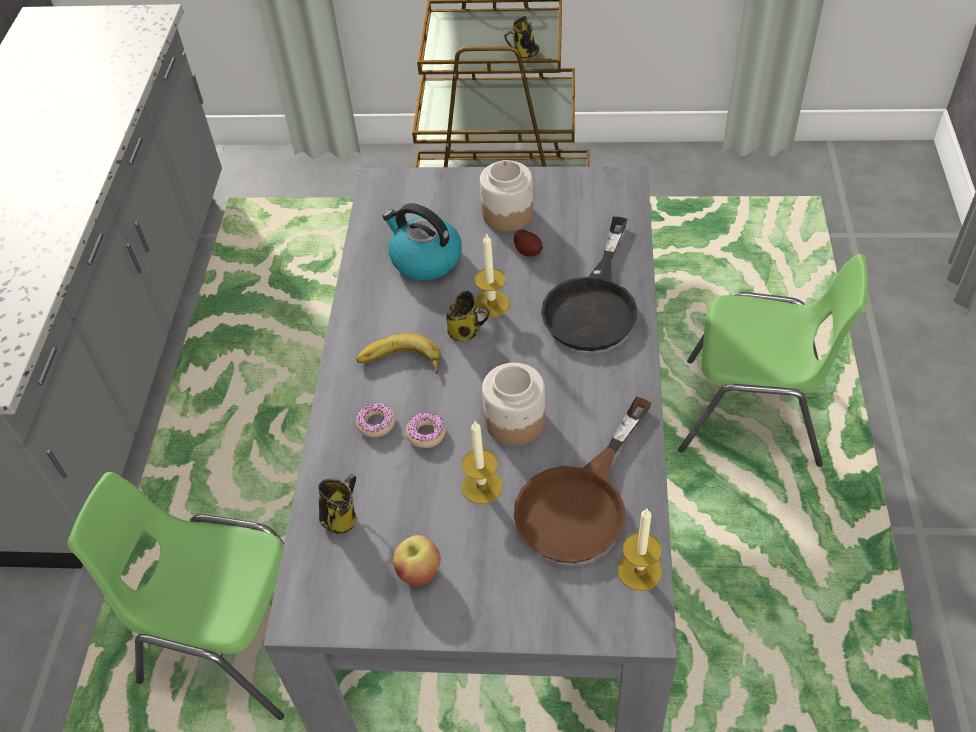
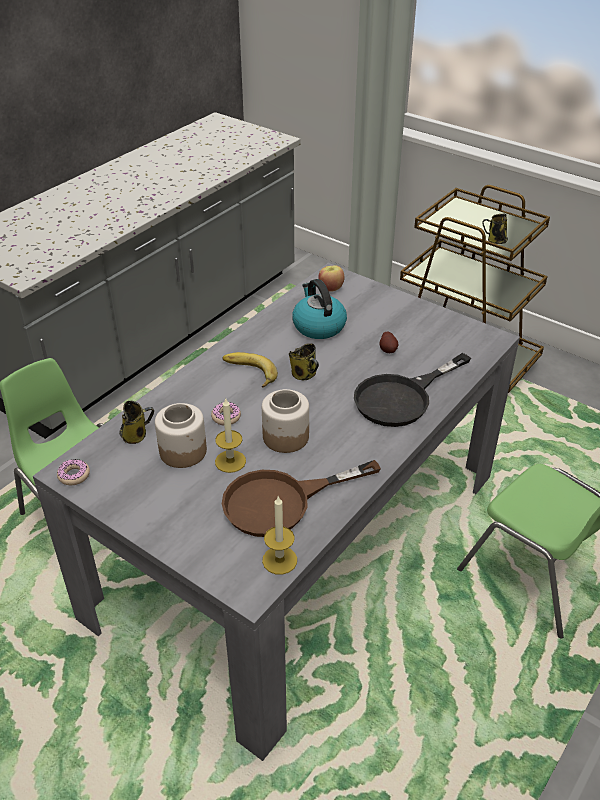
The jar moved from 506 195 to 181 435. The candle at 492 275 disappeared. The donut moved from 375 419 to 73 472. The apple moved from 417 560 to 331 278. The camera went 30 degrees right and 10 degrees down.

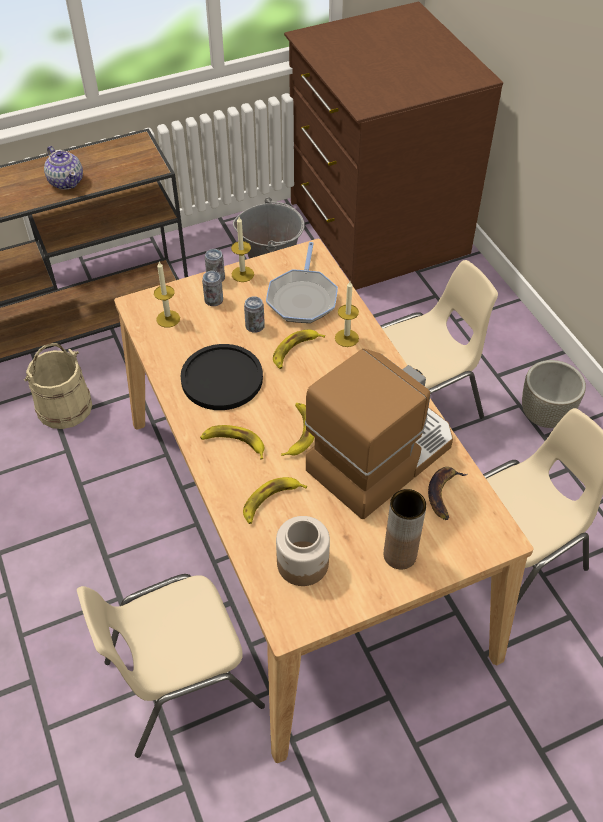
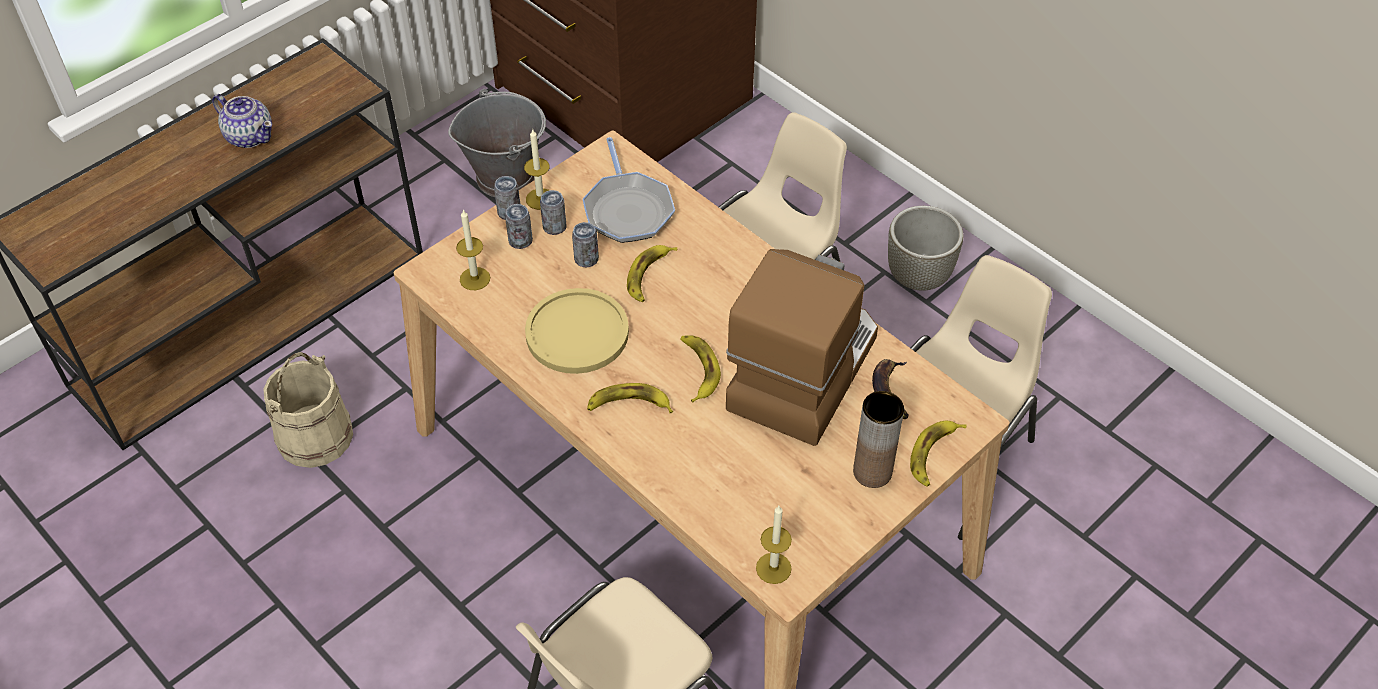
The candle moved from 347 314 to 774 545. The black plate at 221 377 became the yellow plate at 577 331. The banana moved from 275 500 to 938 454. The jar at 303 551 disappeared. The can at 553 212 appeared. The camera went 20 degrees left and 0 degrees up.

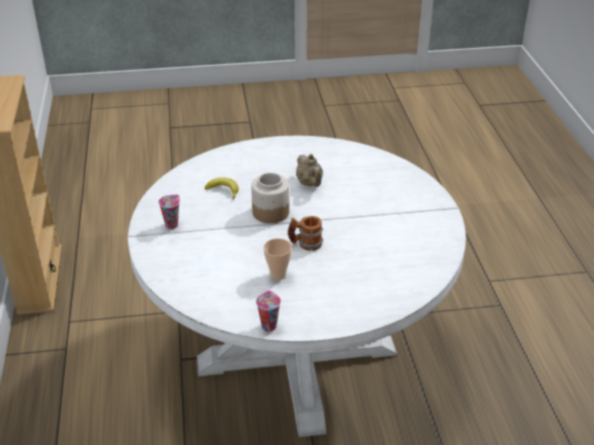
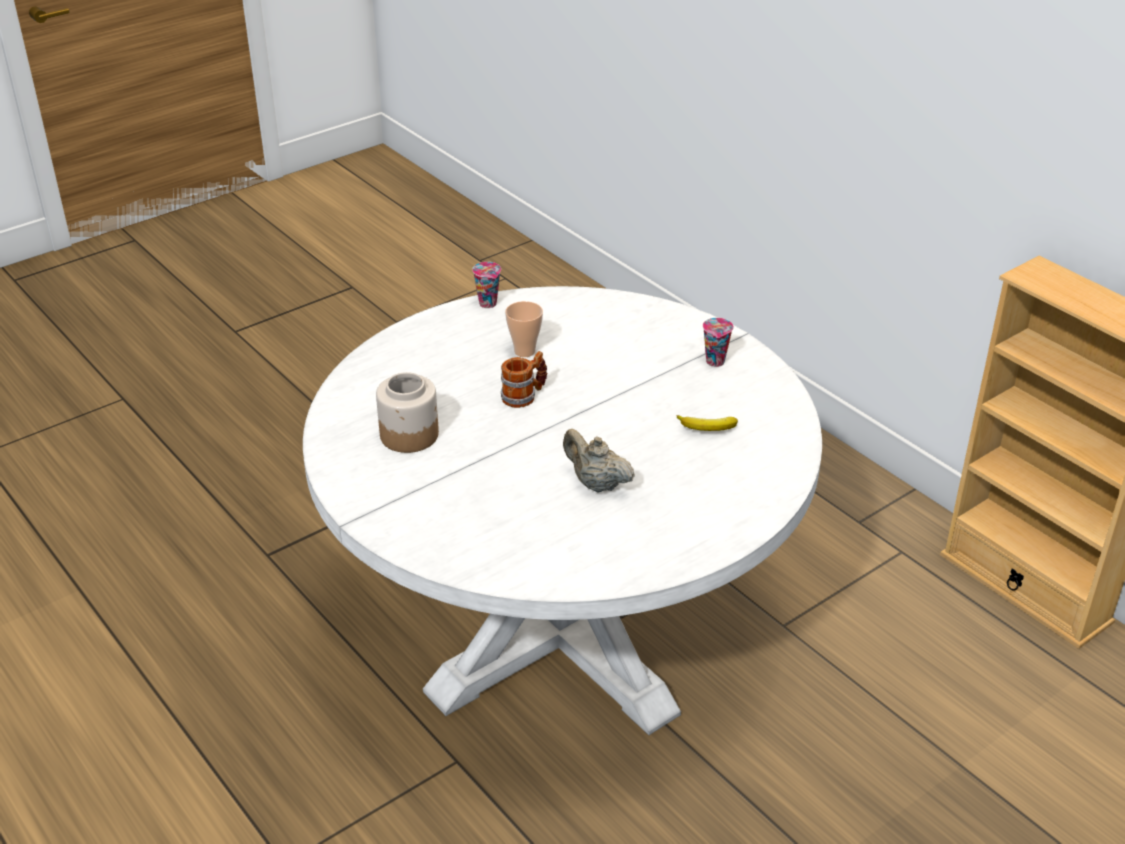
The jar moved from 270 198 to 407 412. The camera went 150 degrees right and 0 degrees up.

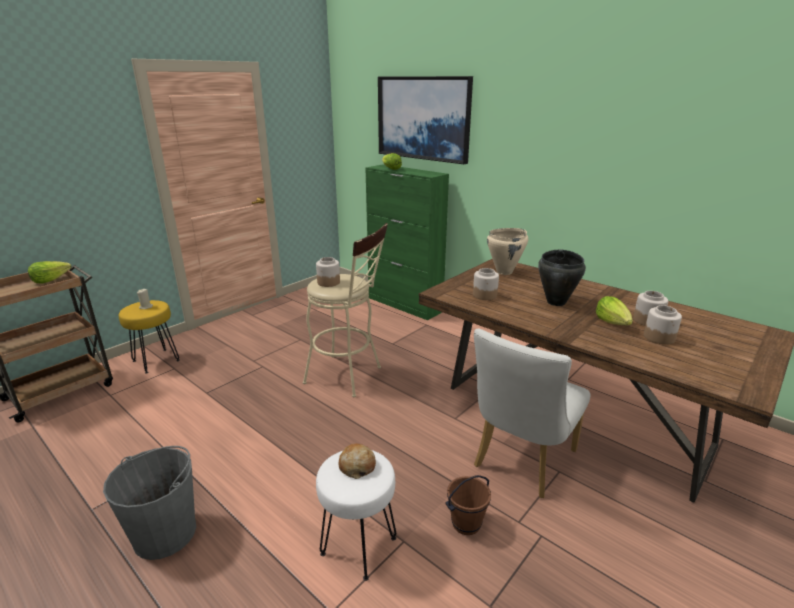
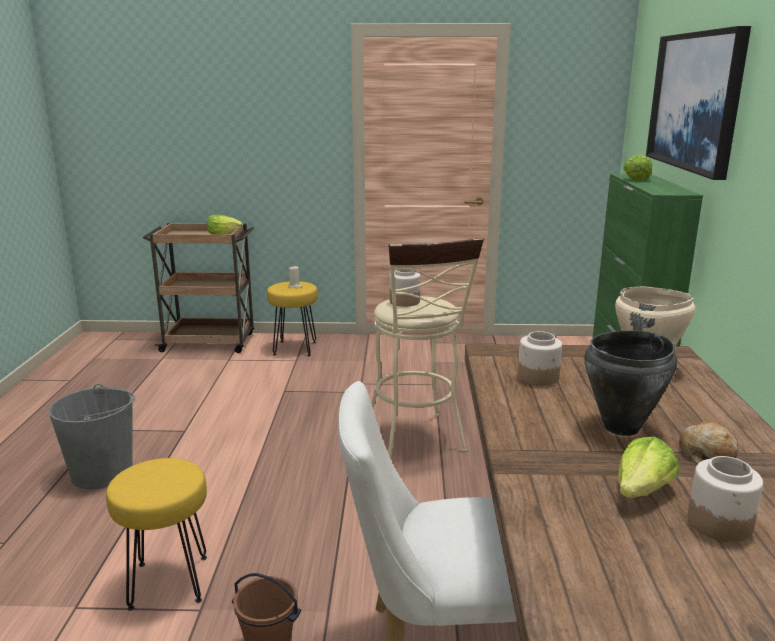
The jar at 663 325 disappeared. The bread moved from 357 461 to 708 442. The white stool at 356 515 became the yellow stool at 156 534. The camera went 50 degrees right and 5 degrees down.

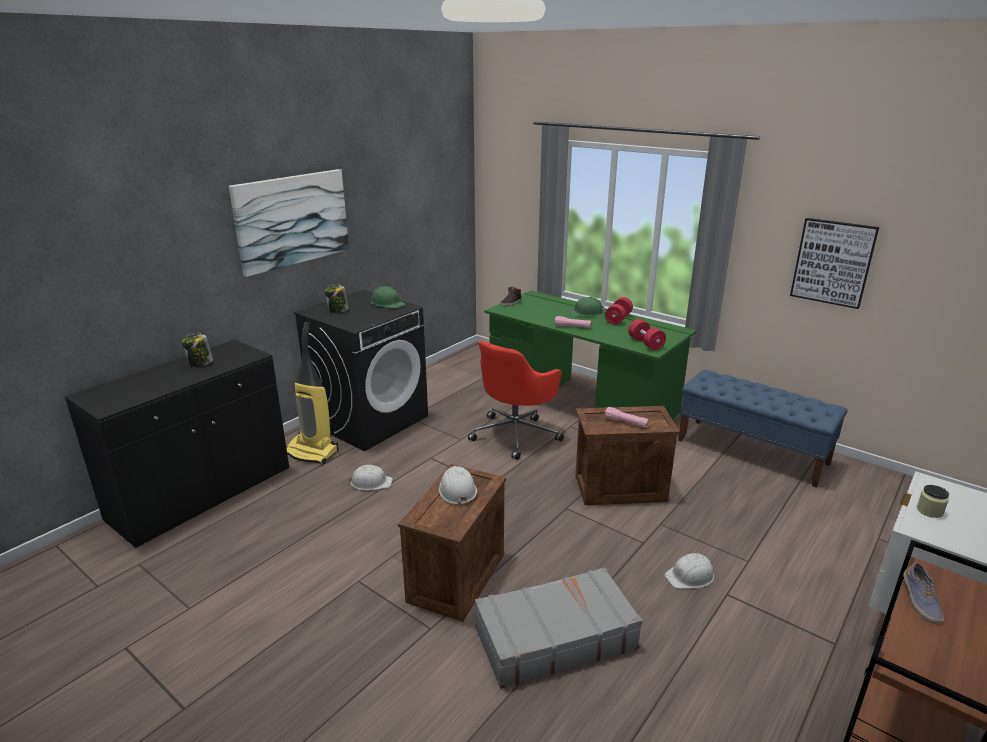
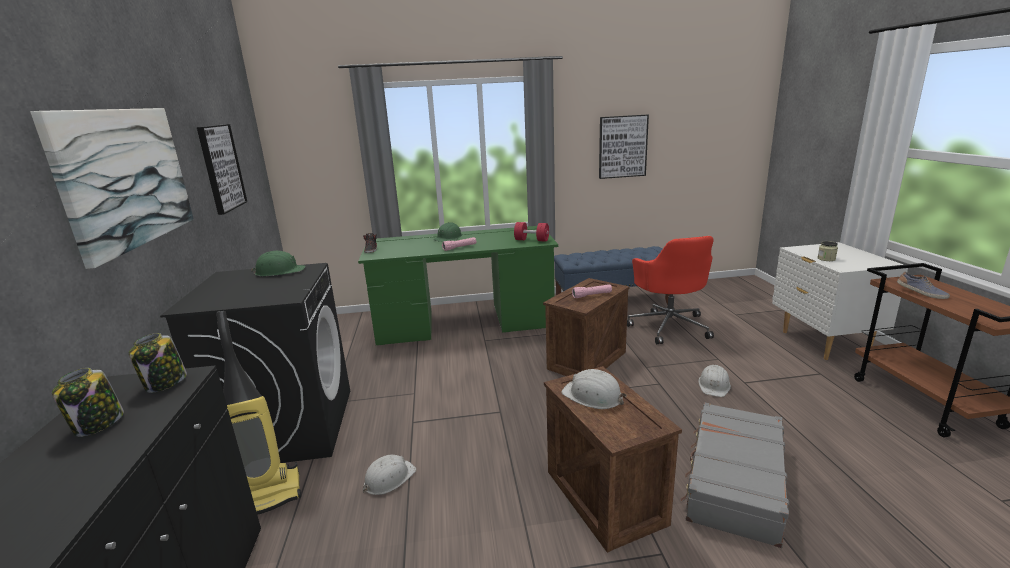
The jar moved from 336 298 to 158 363. The red dumbbell at 619 311 disappeared. The red office chair moved from 516 400 to 670 290. The picture at 222 169 appeared. The camera went 45 degrees left and 5 degrees down.

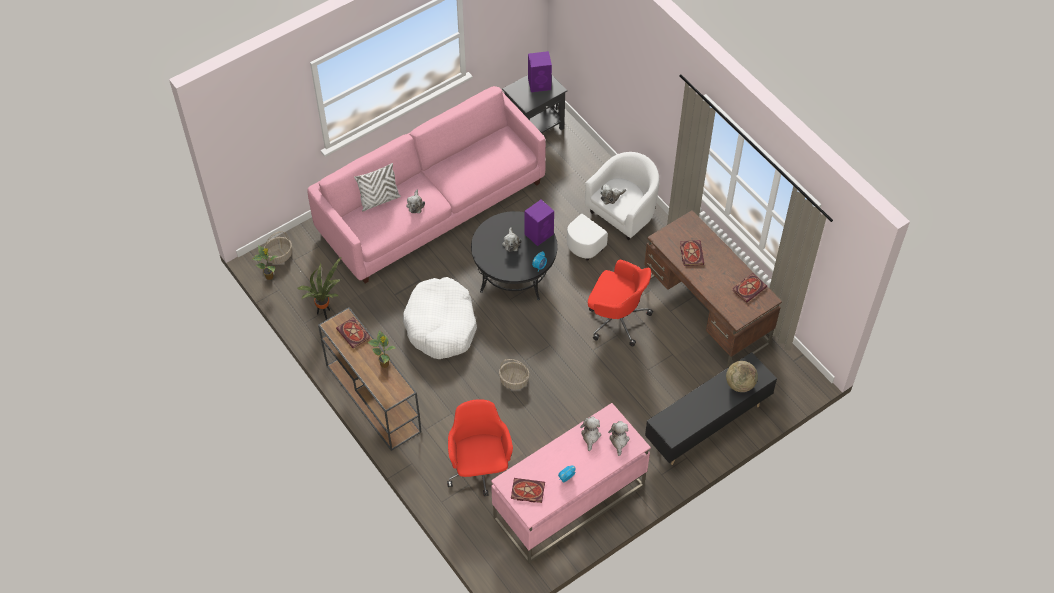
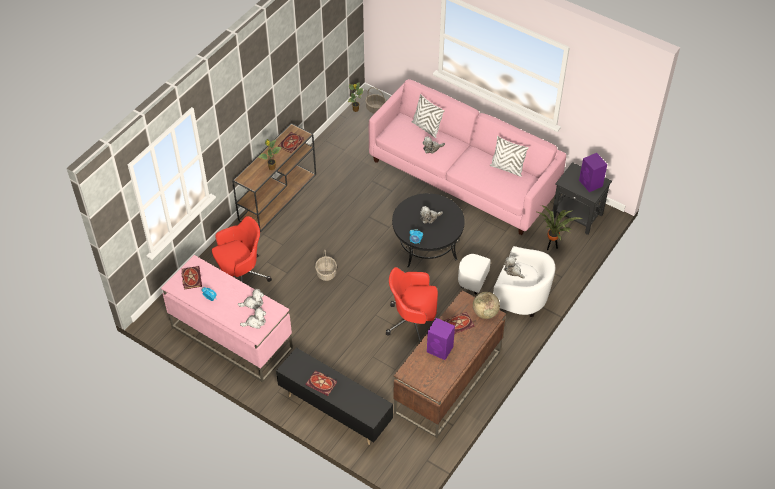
The purple speaker moved from 539 223 to 441 339. The potted plant moved from 320 288 to 560 227. The red office chair at 620 303 turned 90 degrees clockwise. The book moved from 749 288 to 321 383. The white dog bed at 440 318 disappeared. The globe moved from 742 376 to 486 305. The white pillow at 509 156 appeared. The camera went 70 degrees right and 5 degrees down.

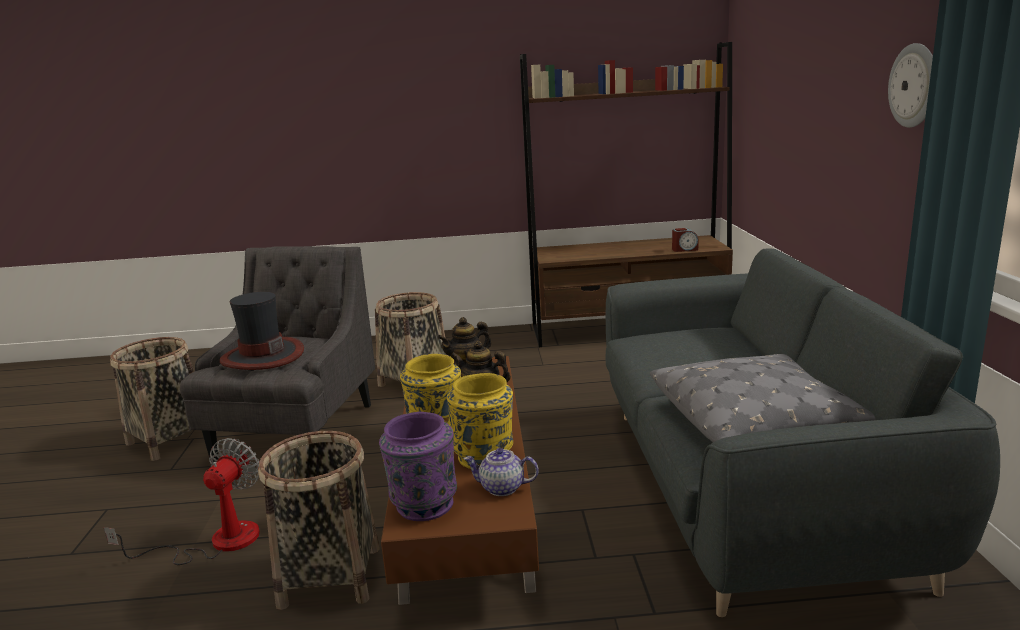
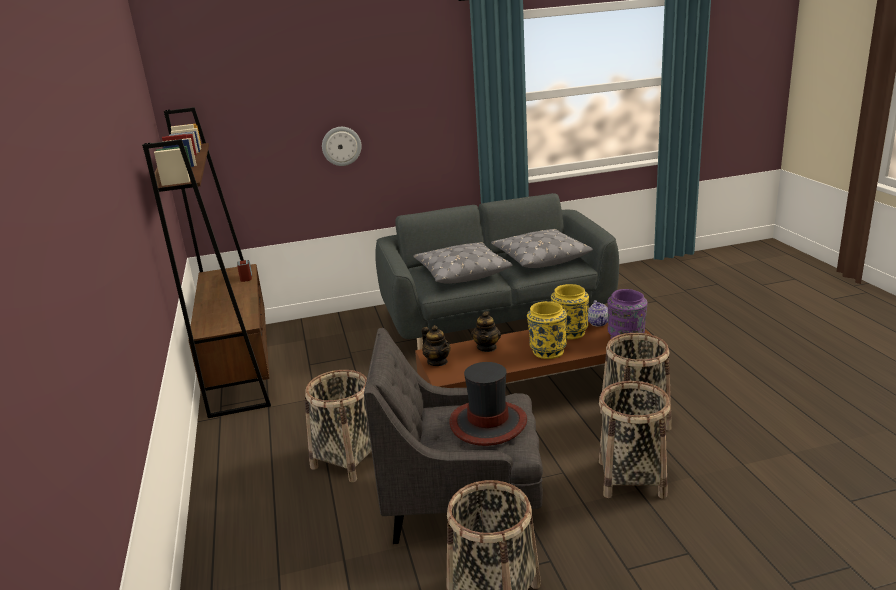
The wall clock moved from 910 85 to 342 146. The fan at 182 501 was replaced by the basket at 635 440. The grey pillow at 462 262 appeared. The camera went 100 degrees left and 5 degrees up.

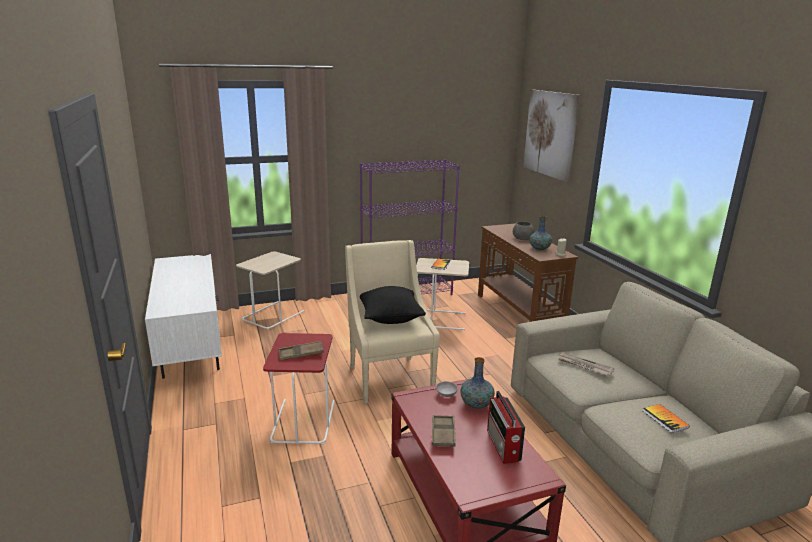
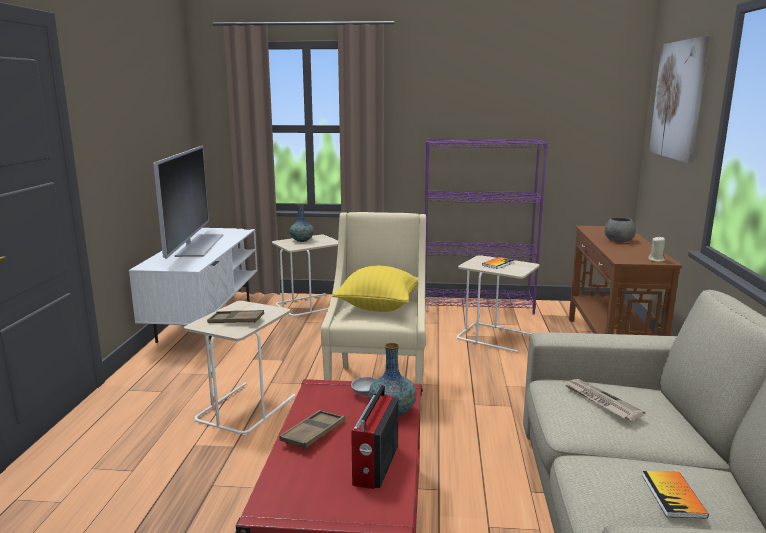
The vase moved from 540 233 to 302 223. The black pillow at 393 305 became the yellow pillow at 375 288. The red side table at 299 388 became the beige side table at 240 368. The television at 188 202 appeared. The camera went 25 degrees right and 5 degrees down.

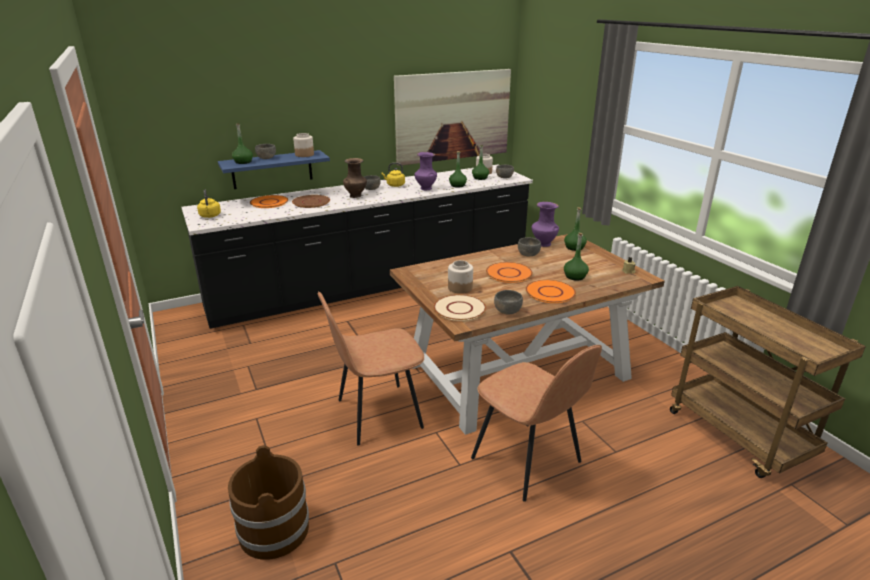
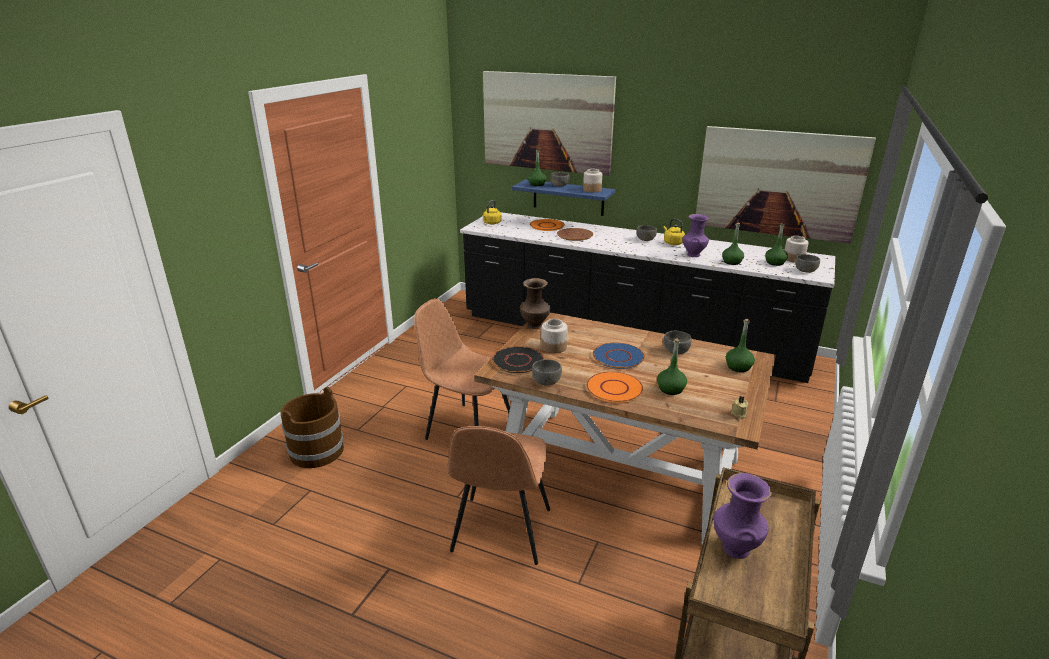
The brown vase moved from 355 178 to 535 303. The purple vase moved from 545 224 to 743 516. The orange plate at 509 272 became the blue plate at 619 355. The beige plate at 460 308 became the black plate at 518 359. The picture at 549 123 appeared. The camera went 50 degrees right and 0 degrees up.

